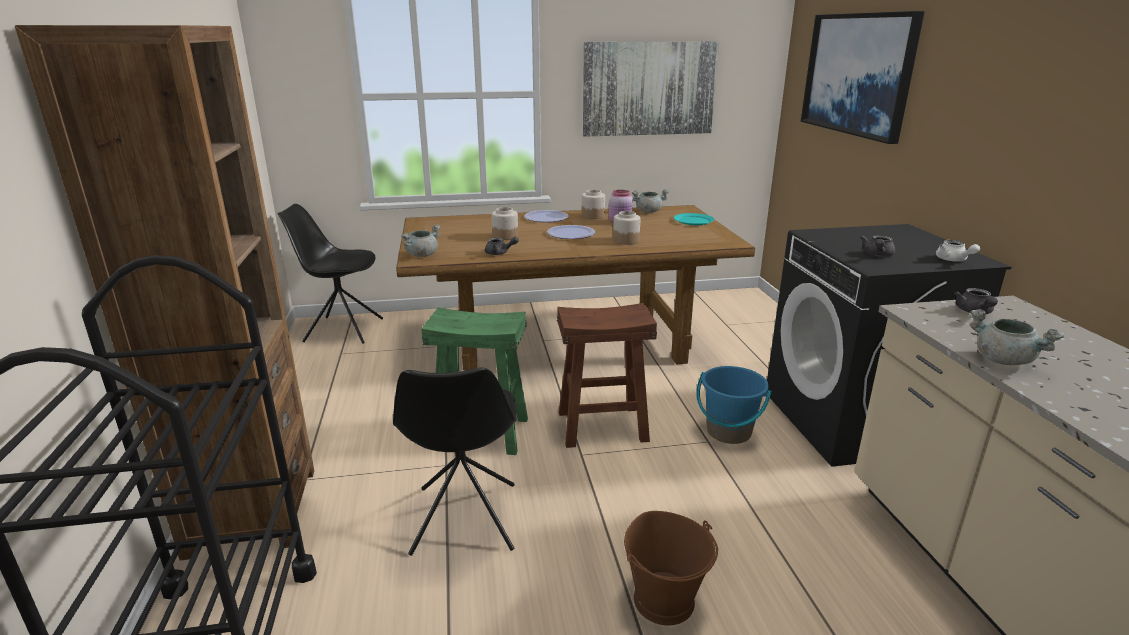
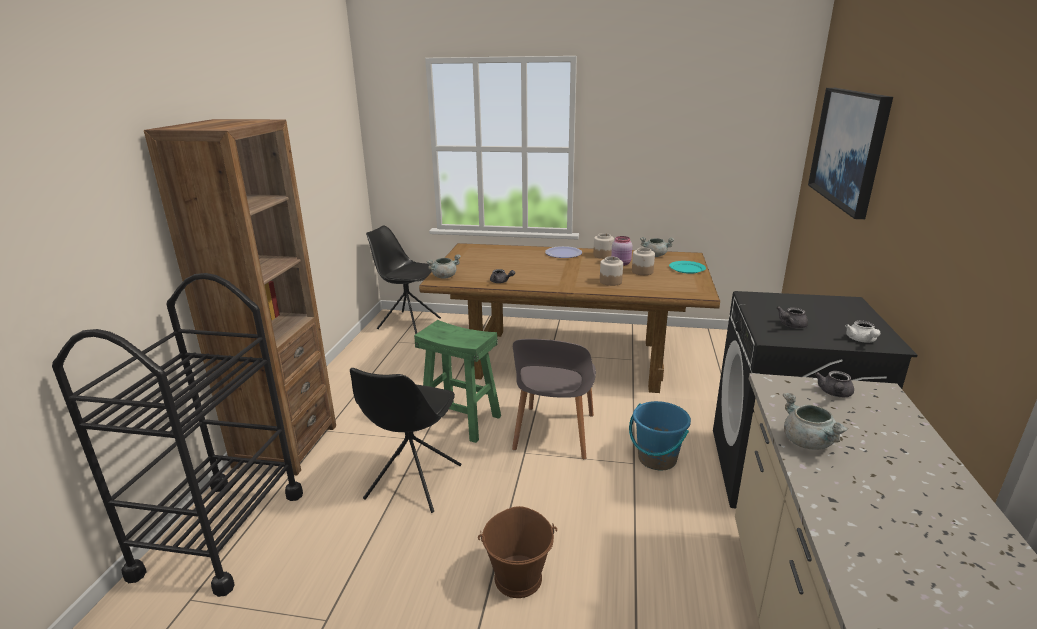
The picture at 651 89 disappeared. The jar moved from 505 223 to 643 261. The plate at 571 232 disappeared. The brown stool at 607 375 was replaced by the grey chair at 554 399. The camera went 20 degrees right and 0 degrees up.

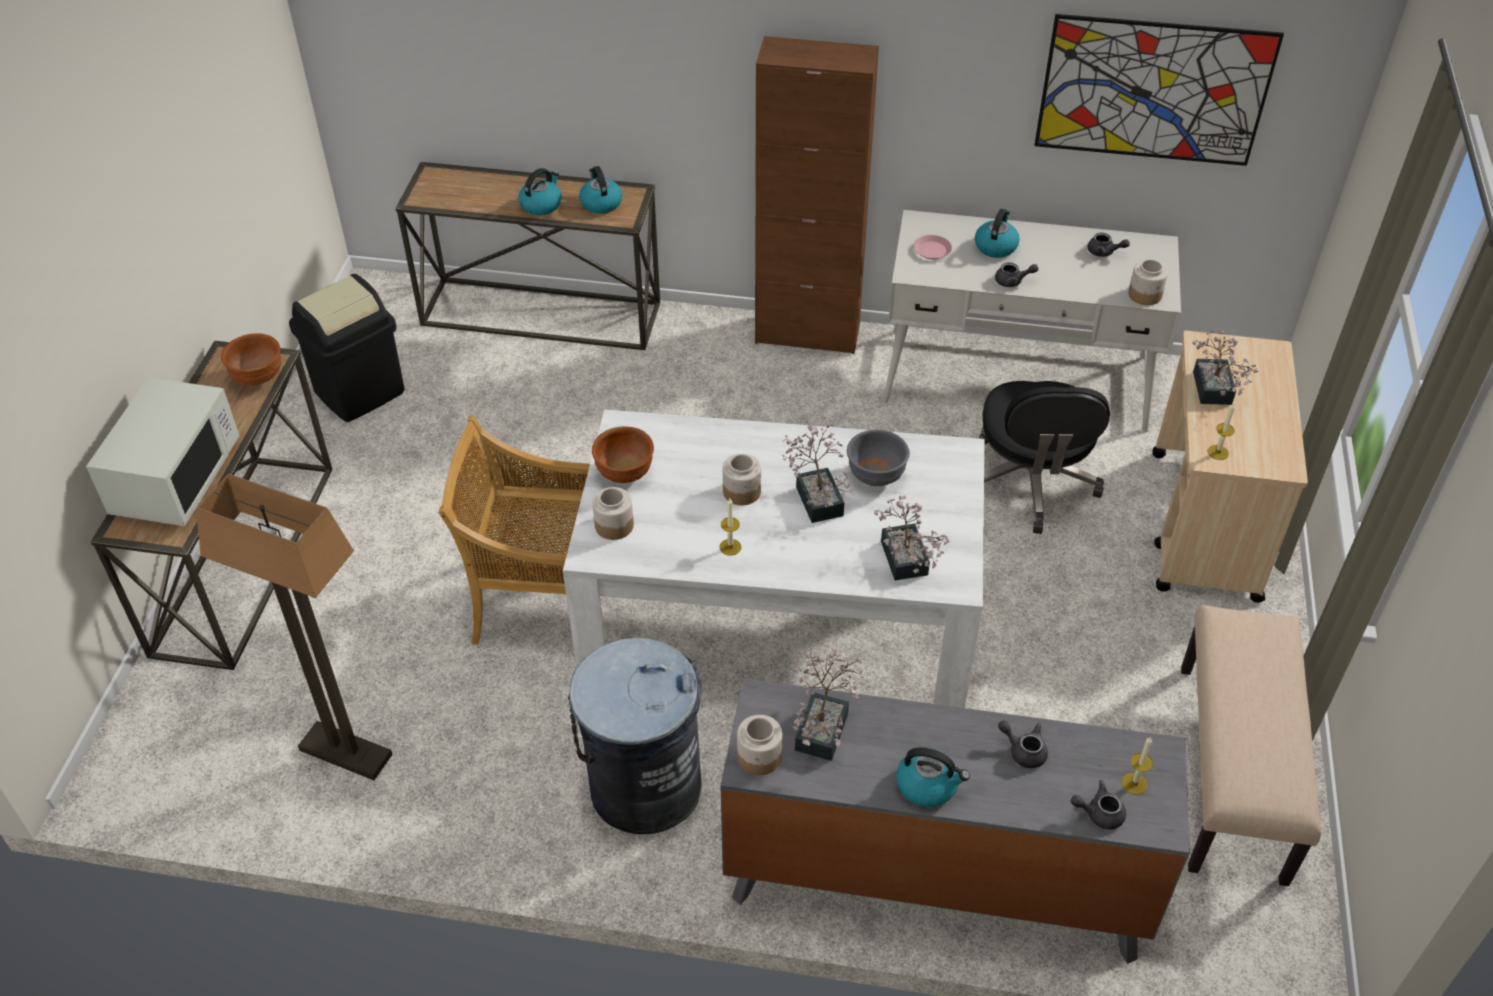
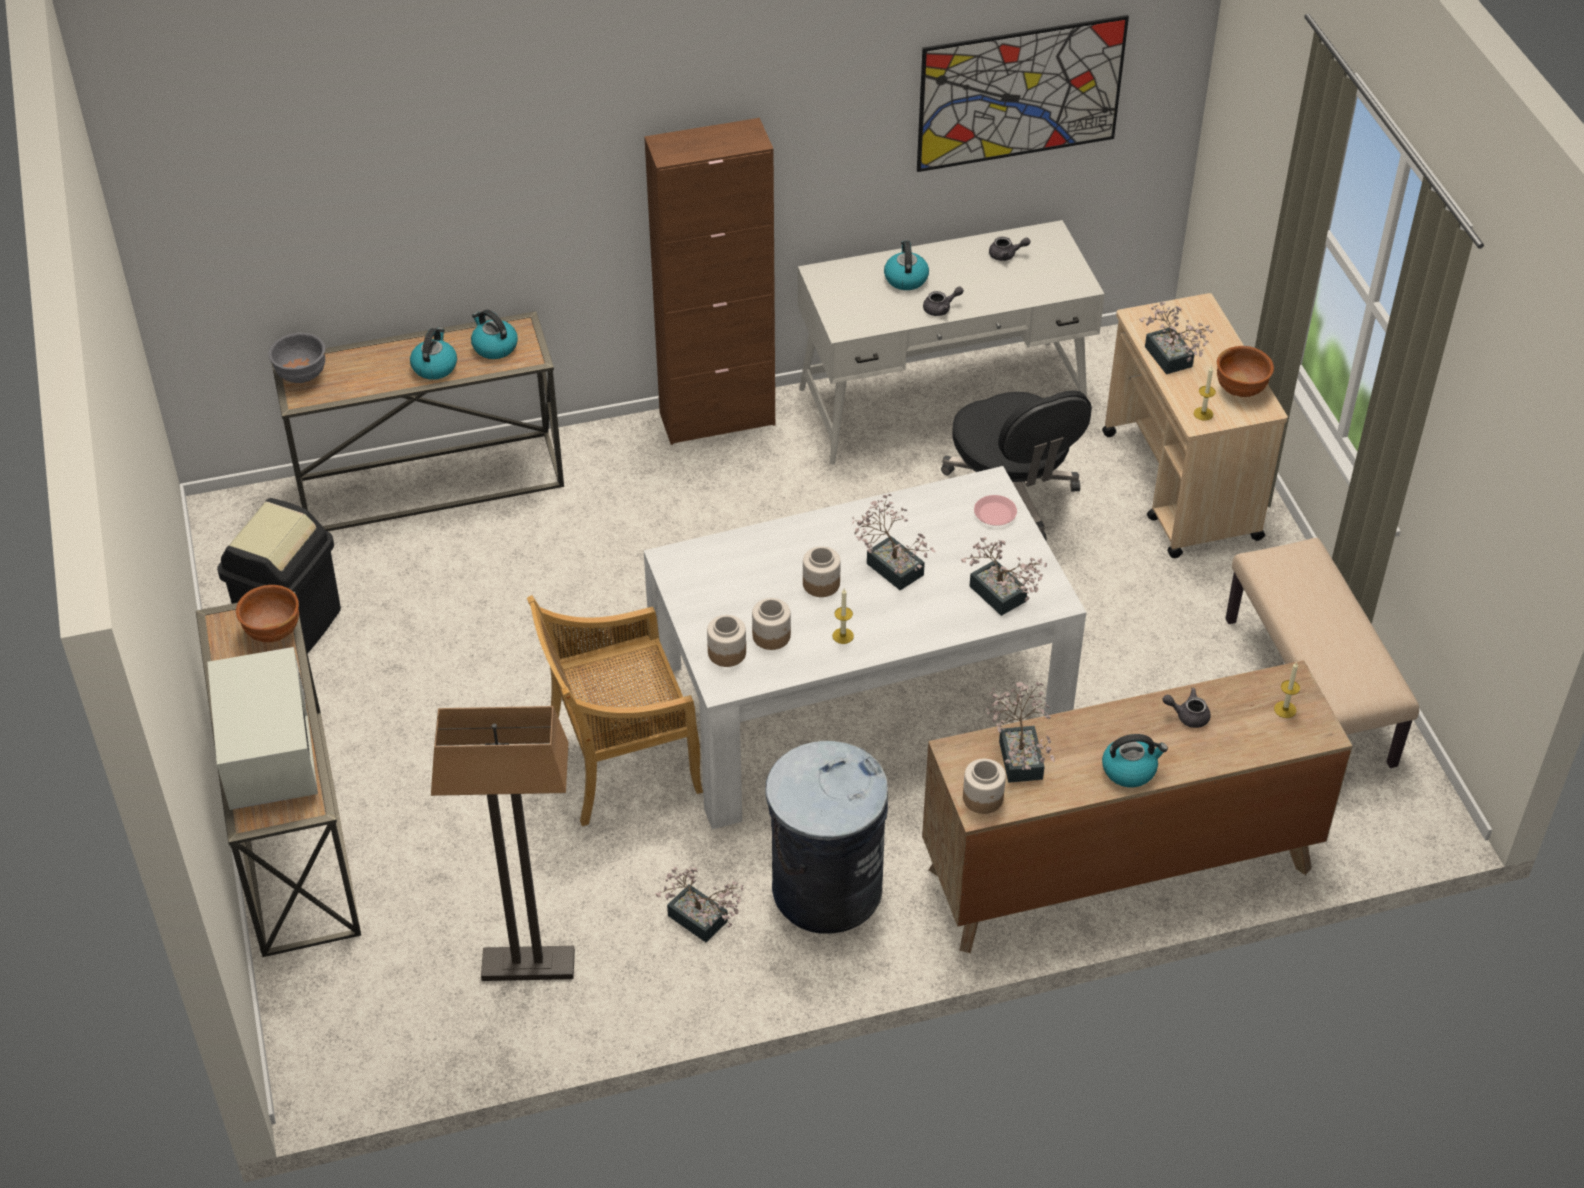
The pink plate moved from 933 247 to 995 510. The jar moved from 1148 282 to 771 624. The brown bowl moved from 623 454 to 1245 371. The grey bowl moved from 878 457 to 297 358. The grey dresser at 955 821 became the brown dresser at 1137 806. The grey teapot at 1098 805 disappeared. The potted plant at 700 904 appeared. The camera went 25 degrees left and 0 degrees up.

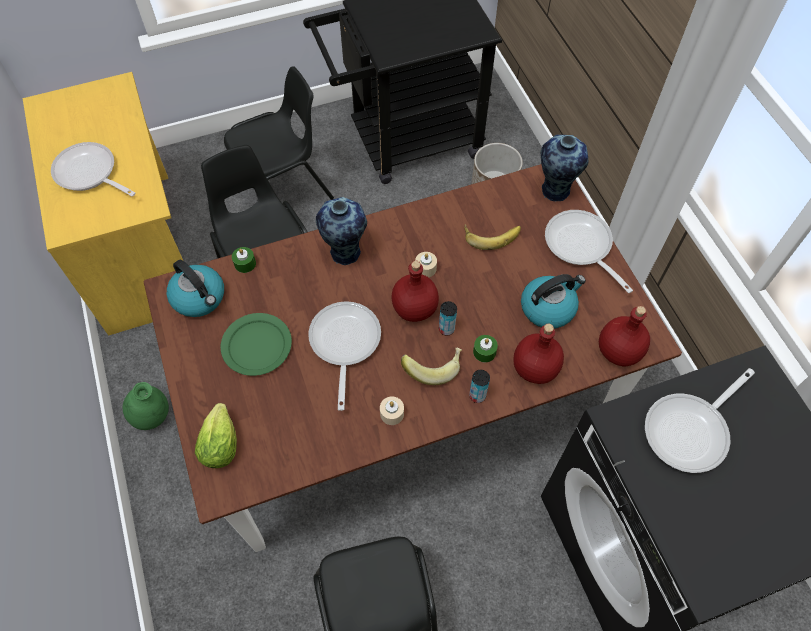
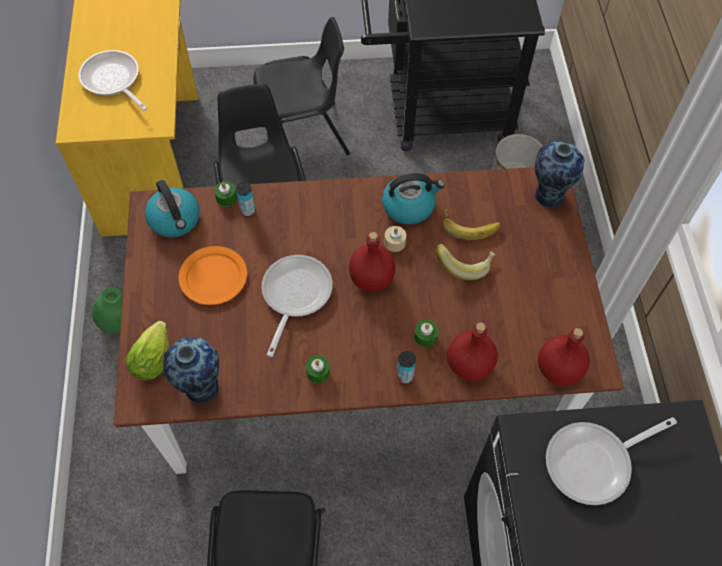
The vase moved from 341 231 to 191 371. The frying pan at 589 251 disappeared. The kettle moved from 553 301 to 413 198. The can moved from 448 318 to 245 199. The green plate at 256 344 became the orange plate at 213 275. The banana moved from 431 366 to 465 262. The beige candle at 392 410 became the green candle at 318 369. The camera went 15 degrees right and 0 degrees up.

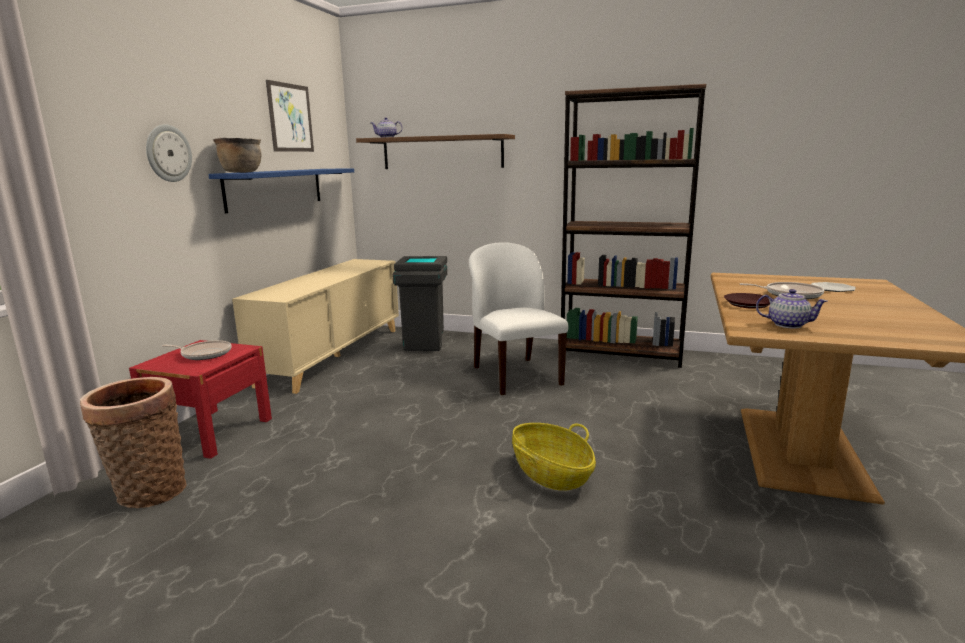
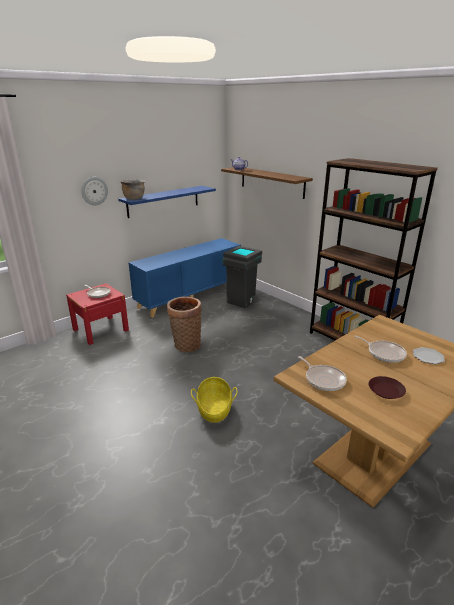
The picture at 290 116 disappeared. The white chair at 519 318 disappeared. The beige cabinet at 315 326 became the blue cabinet at 185 278. The teapot at 792 309 was replaced by the frying pan at 322 373. The brown plate moved from 748 301 to 387 387. The basket moved from 133 442 to 184 324. The camera went 30 degrees right and 10 degrees up.

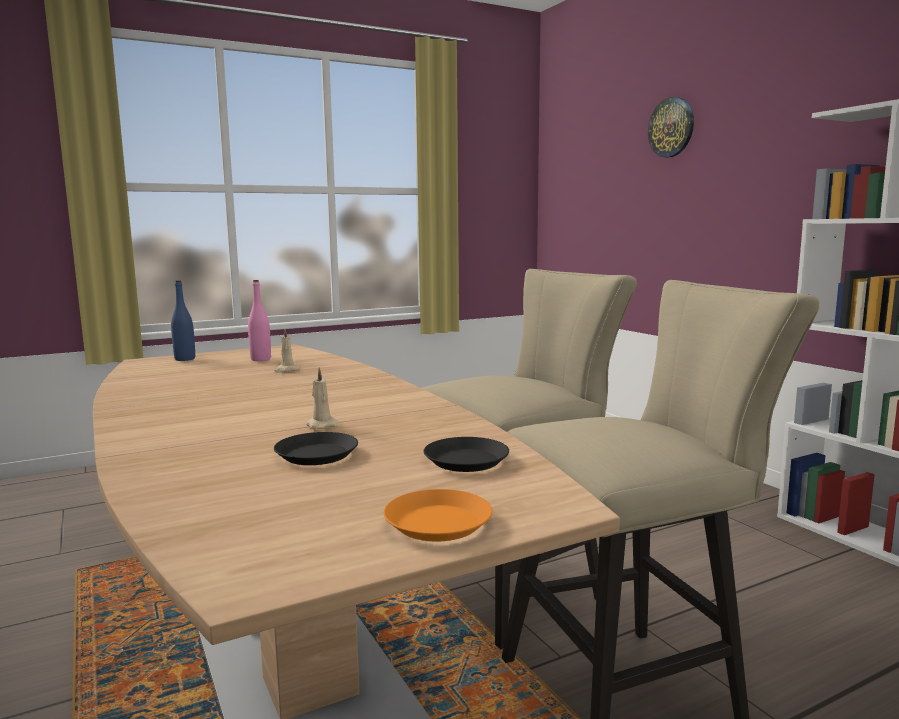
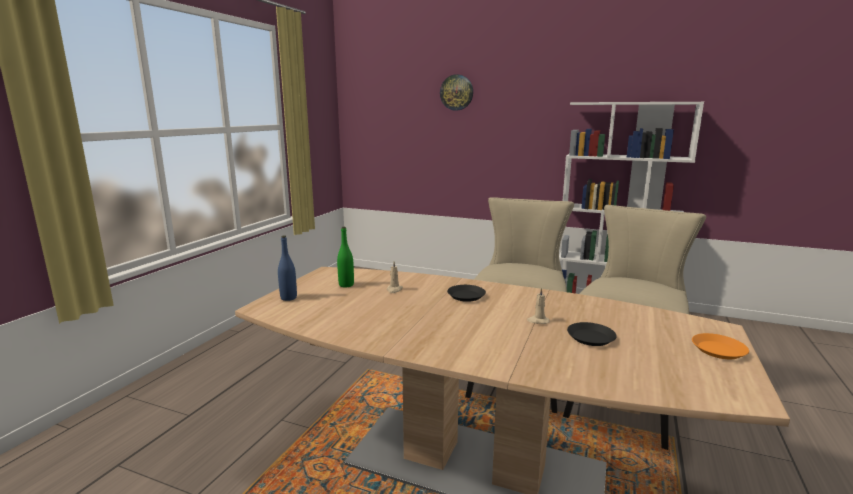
The pink bottle at 259 320 became the green bottle at 345 257. The black plate moved from 466 454 to 466 293. The camera went 40 degrees left and 5 degrees up.

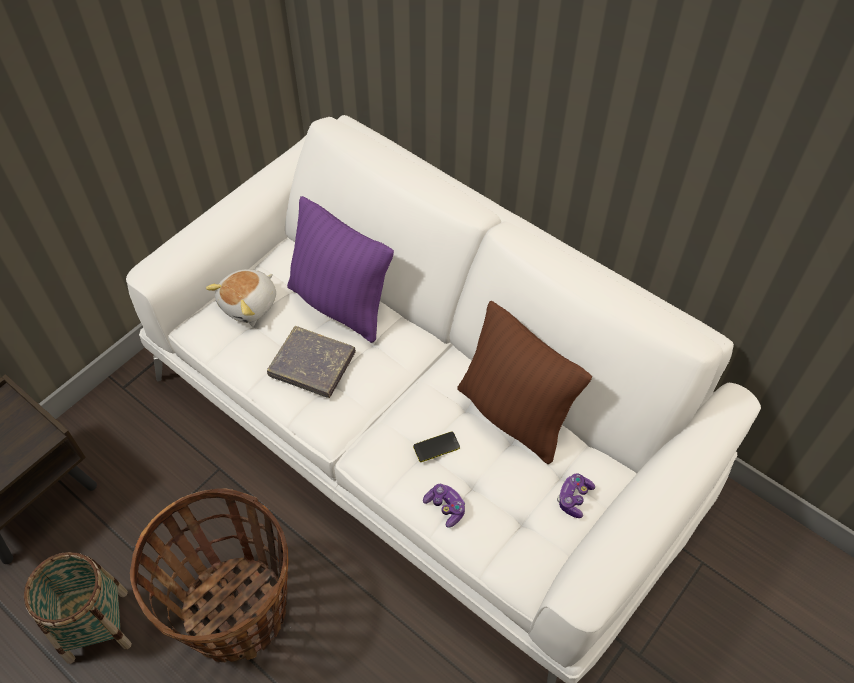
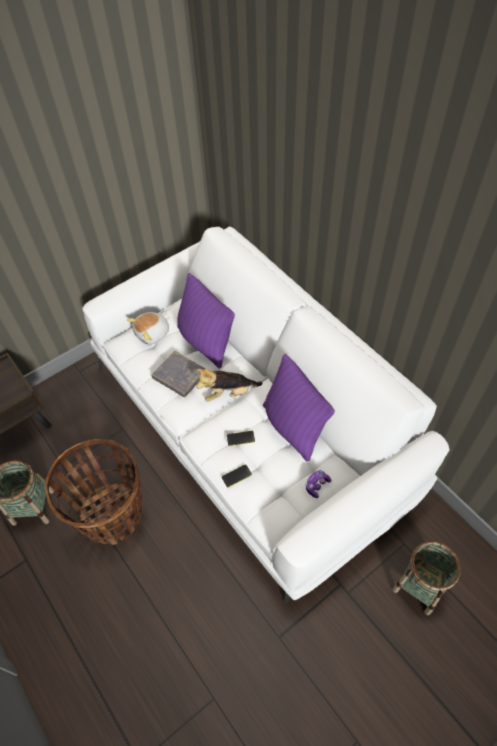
The brown pillow at 524 382 became the purple pillow at 299 408. The game controller at 444 506 was replaced by the phone at 237 475. The plush toy at 229 385 appeared. The basket at 427 578 appeared. The camera went 15 degrees right and 0 degrees up.

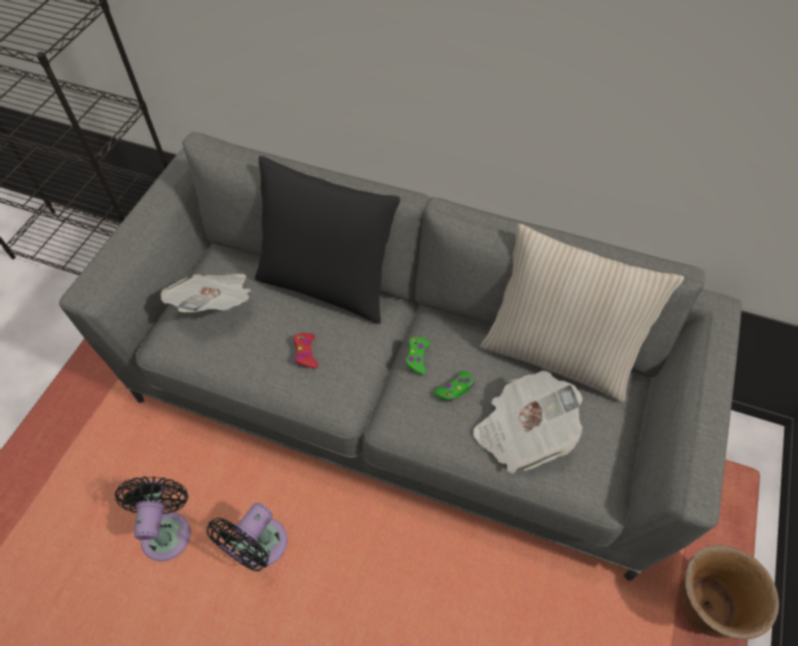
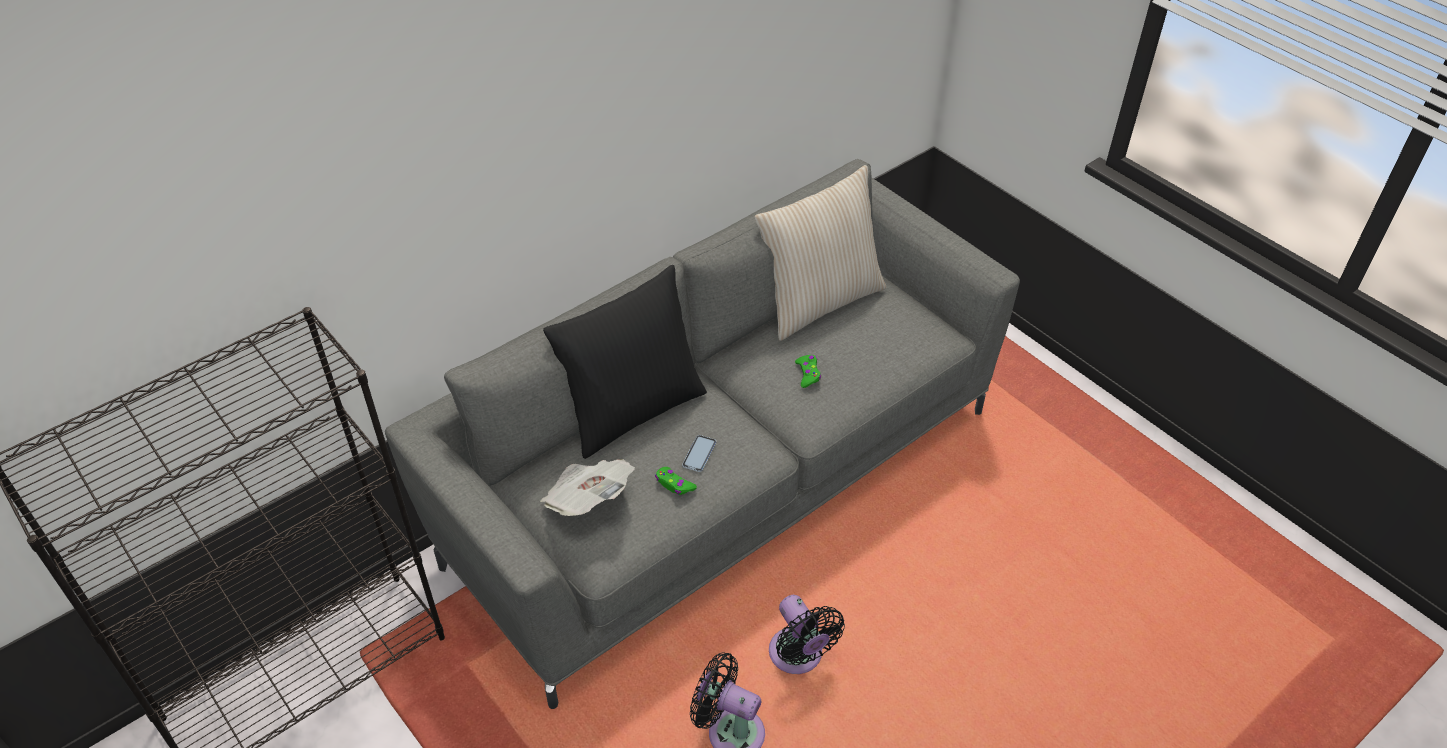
The red game controller at 306 350 was replaced by the phone at 699 453. The green game controller moved from 418 356 to 676 481. The newspaper at 528 422 disappeared. The brown planter at 729 592 disappeared. The camera went 60 degrees left and 10 degrees down.

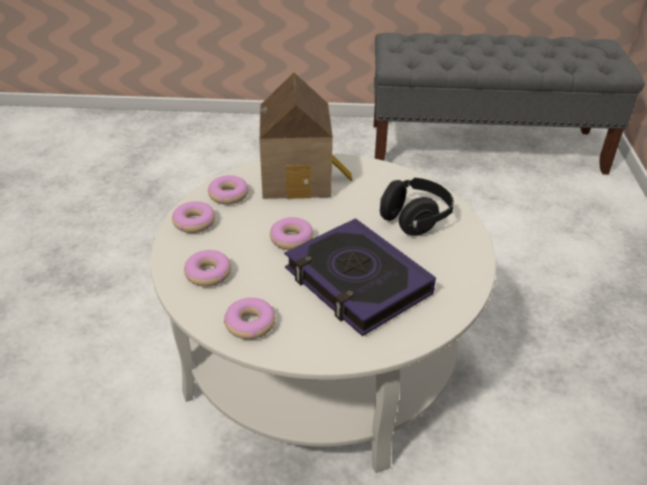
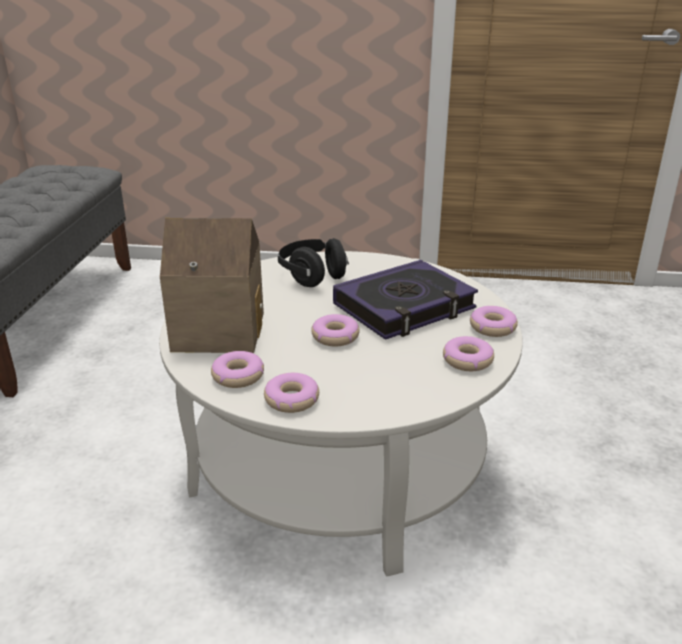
The donut moved from 207 268 to 494 321. The camera went 85 degrees left and 10 degrees down.

